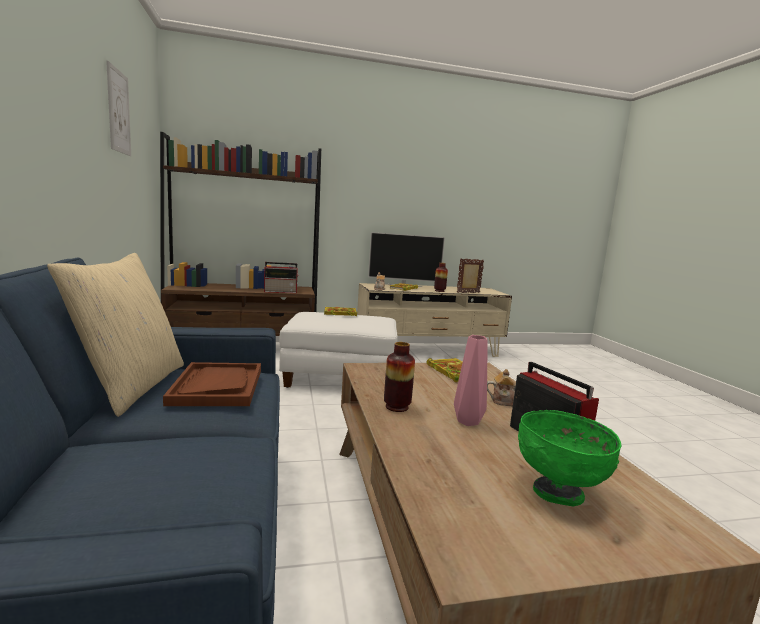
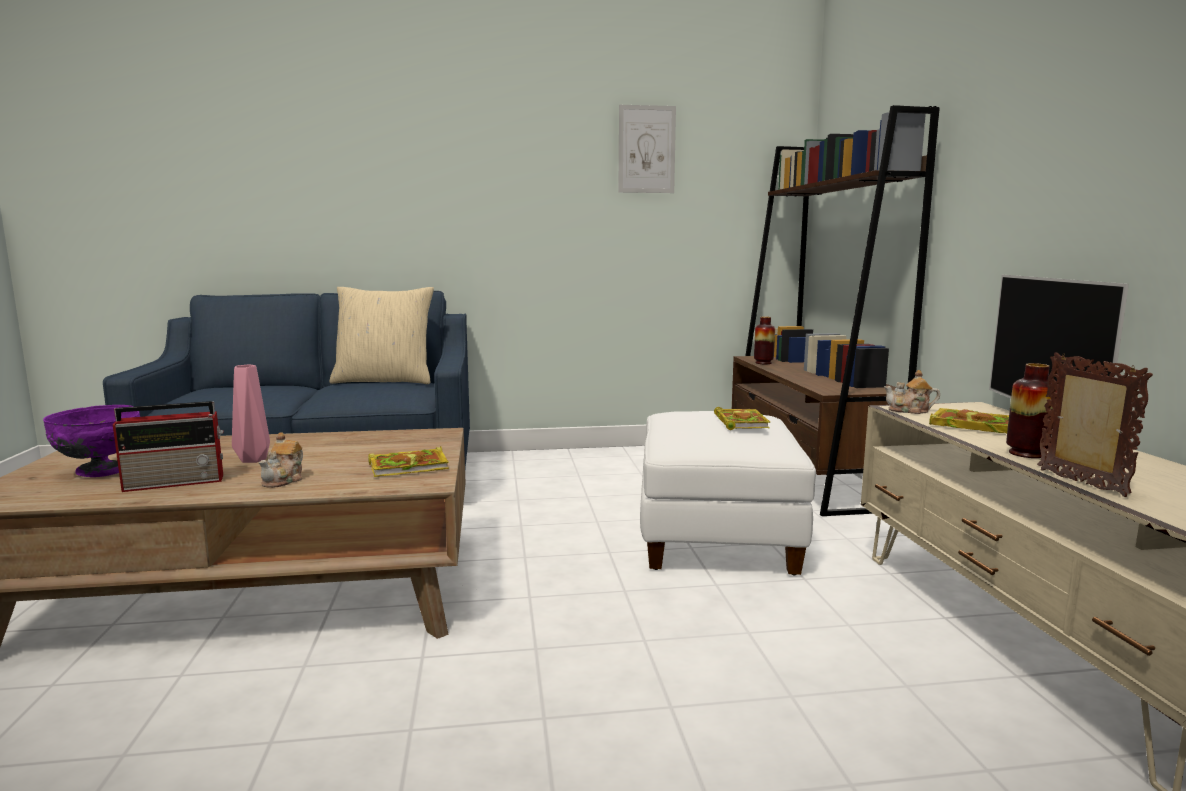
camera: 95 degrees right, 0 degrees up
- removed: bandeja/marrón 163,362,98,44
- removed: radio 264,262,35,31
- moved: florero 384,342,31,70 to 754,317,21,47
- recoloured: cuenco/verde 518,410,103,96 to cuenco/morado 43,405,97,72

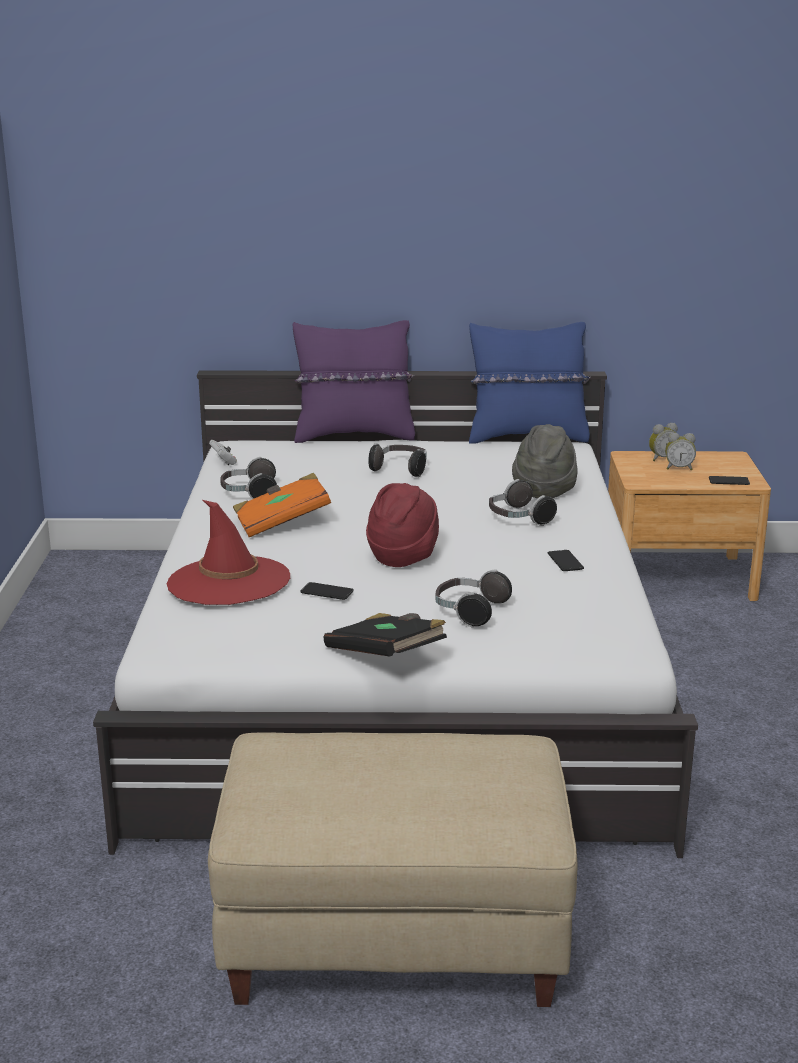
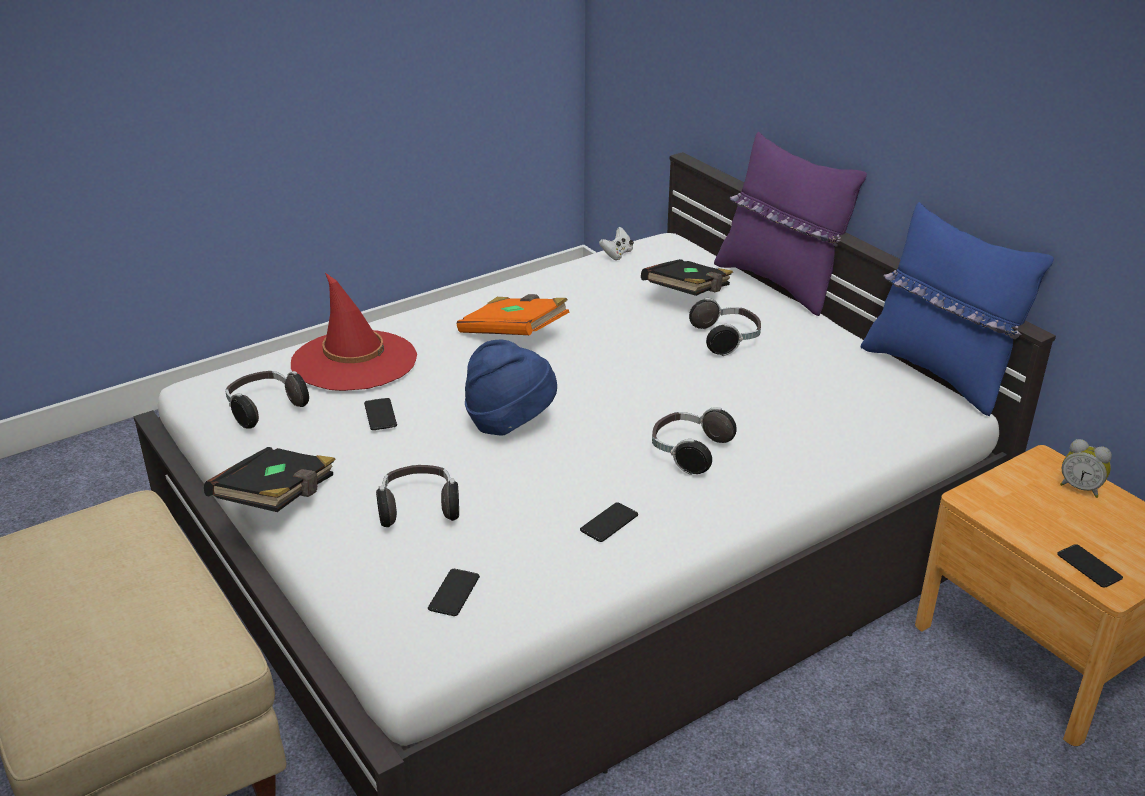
camera: 55 degrees right, 10 degrees up
- moved: auriculares 220,457,57,42 to 225,371,84,58
- recoloured: sombrero/rojo 366,483,73,84 to sombrero/azul 465,340,92,96
- removed: sombrero/gris 512,424,66,74
- removed: despertador 665,433,31,37
- added: móvil 428,569,52,47
- added: libro/negro 641,259,92,37

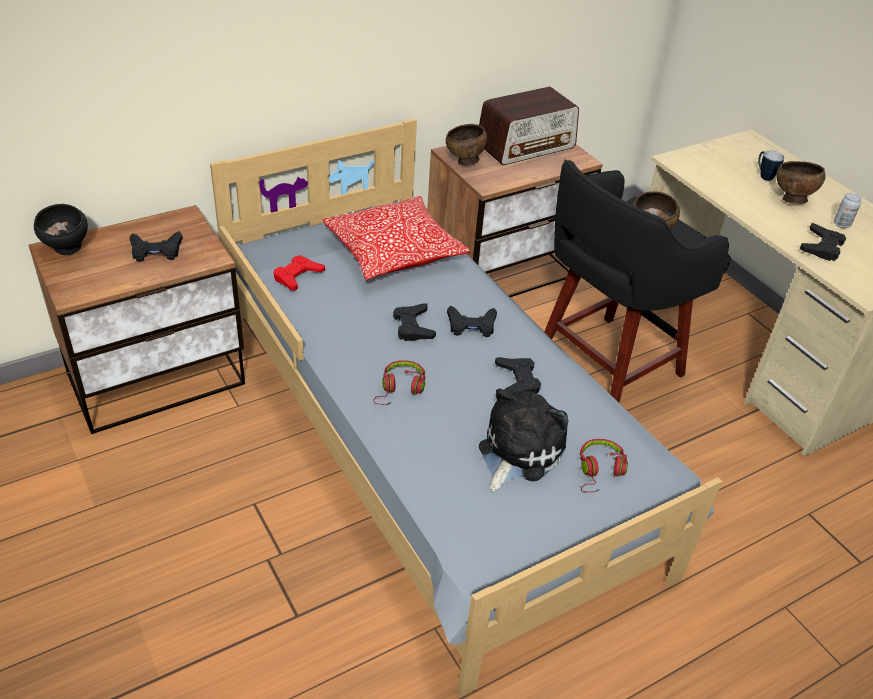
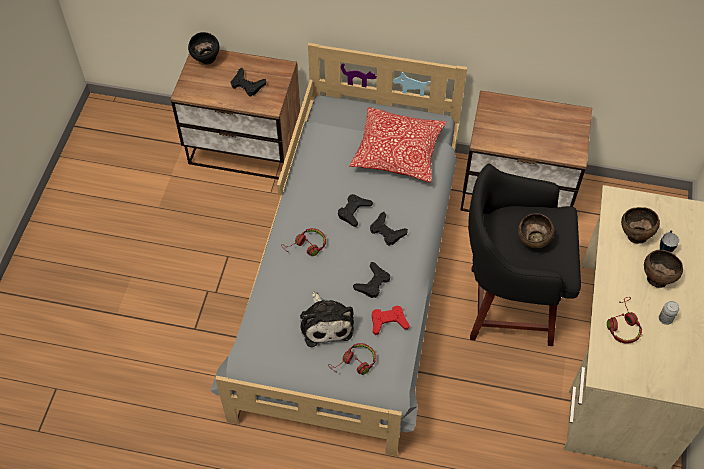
camera: 45 degrees right, 15 degrees up
- moved: mando de consola/rojo 273,255,52,35 to 372,306,37,29
- moved: cuenco/marrón 446,124,41,42 to 621,207,39,37
- removed: radio 479,87,100,78
- turned: peluche 479,388,89,104 = 300,292,54,55 90 degrees clockwise
- replaced: mando de consola/negro 800,223,46,38 to auriculares/rojo 607,297,35,47

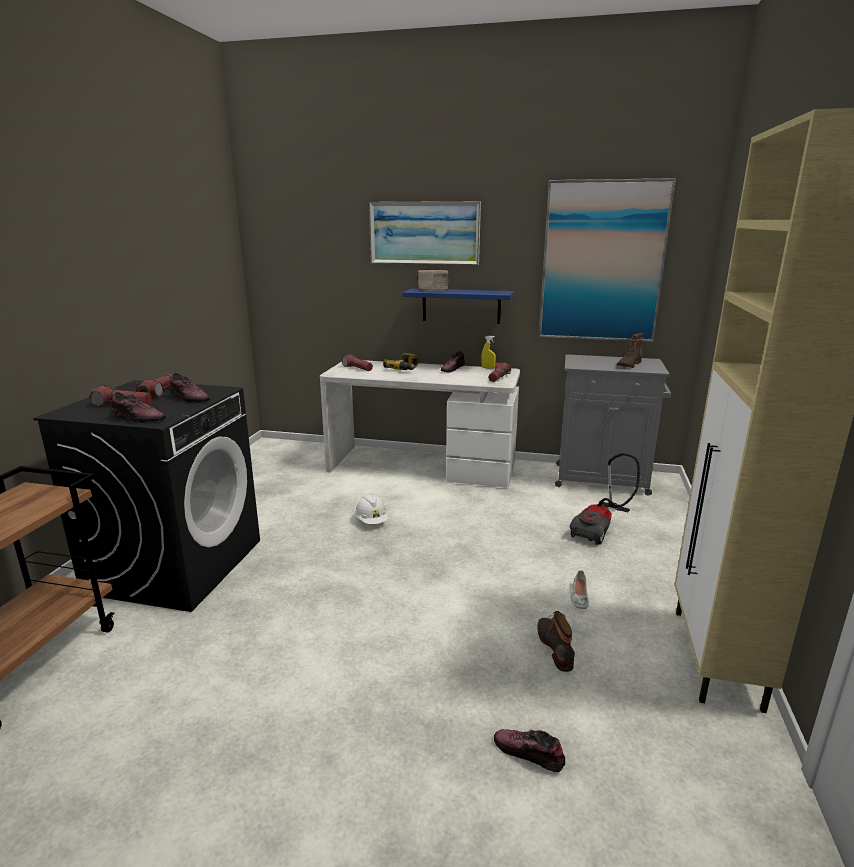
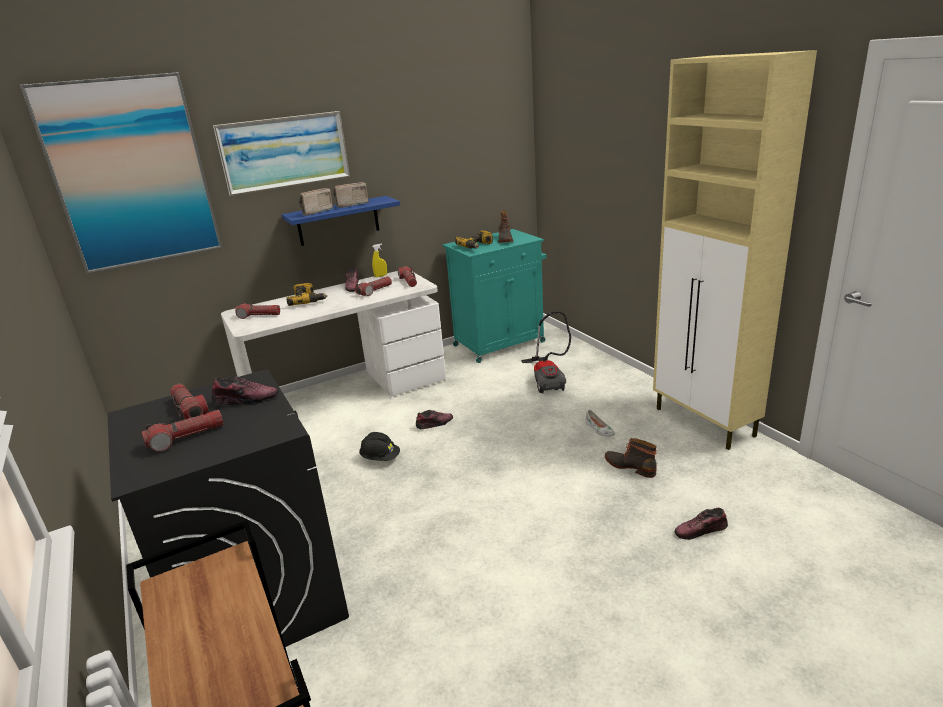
camera: 40 degrees left, 5 degrees up
- moved: zapato 110,392,56,31 to 415,410,38,20
- recoloured: casco/blanco 355,494,33,30 to casco/negro 359,432,41,29
- moved: cuadro 539,178,137,164 to 20,72,203,202
- recoloured: armario/gris 555,354,116,142 to armario/turquesa 443,229,103,134
- added: radio 334,182,36,26
- added: linterna 355,276,37,20
- added: taladro 455,230,38,19

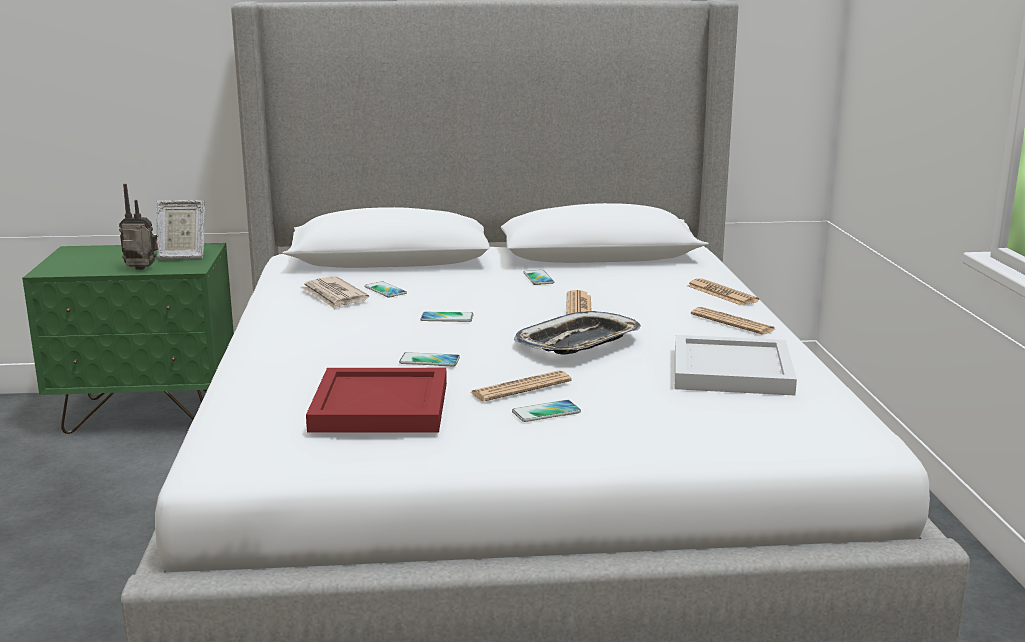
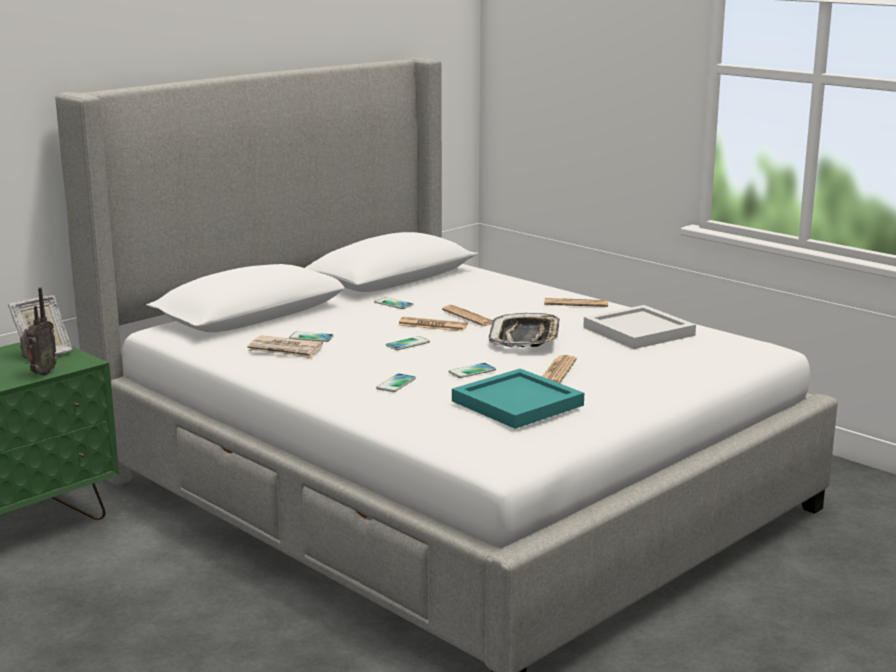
camera: 40 degrees left, 0 degrees up
- turned: radio 119,184,39,86 = 20,288,37,87 150 degrees clockwise
- recoloured: bandeja/rojo 306,368,141,65 to bandeja/turquesa 452,369,132,60
- moved: móvil 512,400,69,22 to 376,373,40,19
- moved: periódico 687,278,72,27 to 398,317,70,14

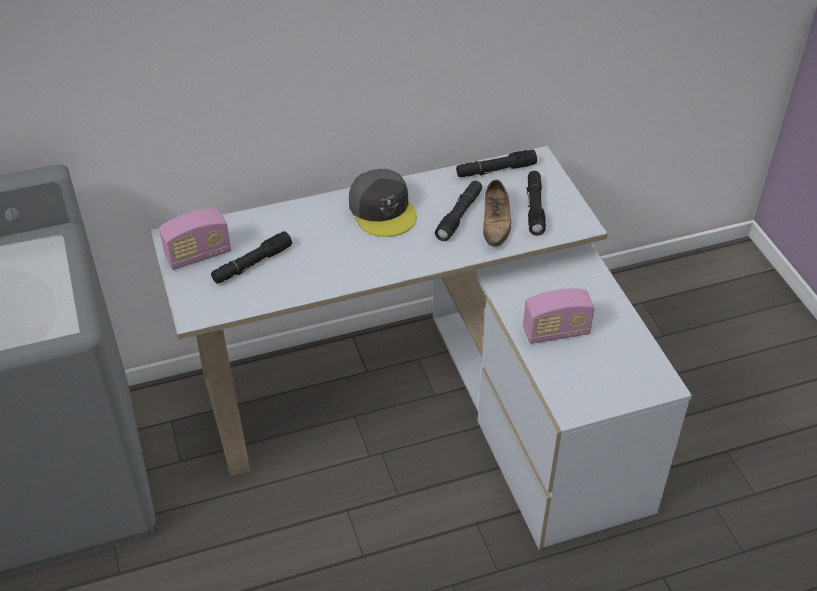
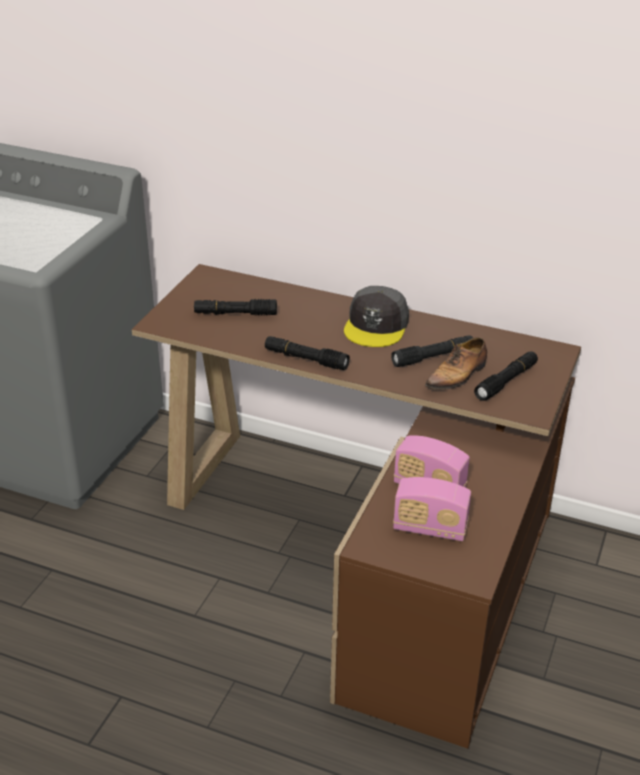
camera: 40 degrees right, 10 degrees down
- recoloured: escritorio/blanco 151,146,541,404 to escritorio/marrón 132,264,449,485
- moved: radio 159,209,72,61 to 393,477,78,64
- moved: linterna/negro 456,150,81,27 to 265,336,85,34

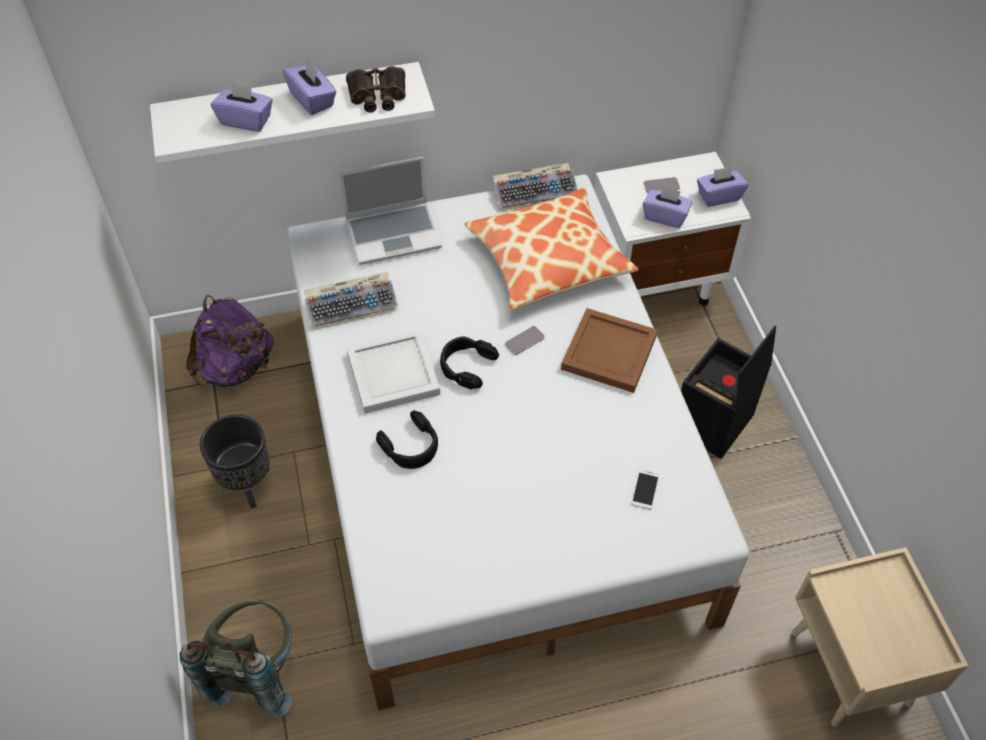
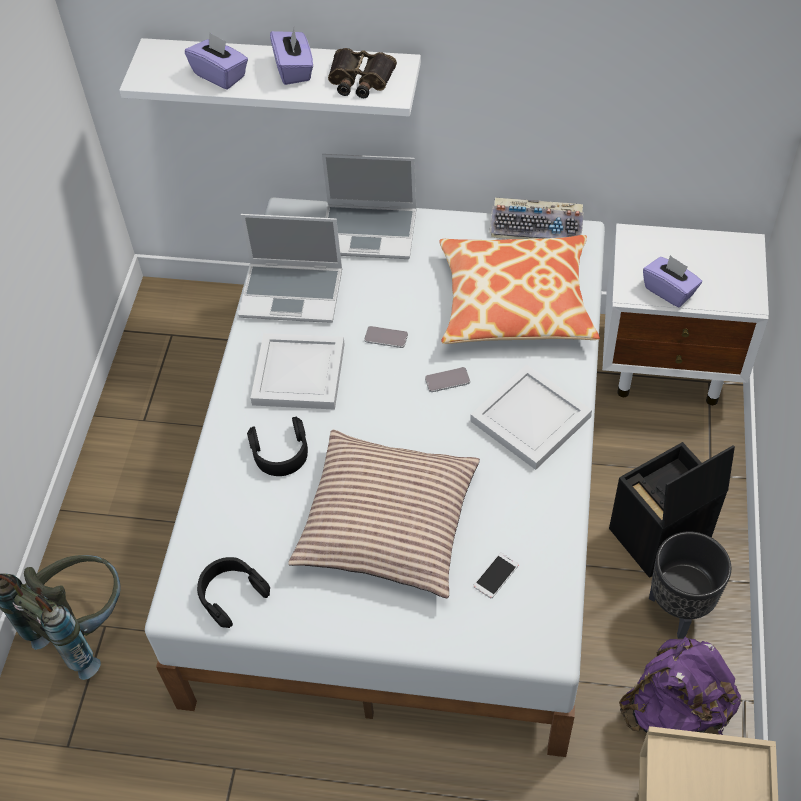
camera: 25 degrees right, 0 degrees up
- moved: mochila/morado 186,295,88,92 to 619,637,122,98
- moved: maceta/negro 200,414,70,95 to 649,531,82,108
- replaced: teclado 304,272,94,58 to portátil 238,214,104,109
- moved: auriculares/negro 440,336,59,54 to 197,557,73,71
- recoloured: bandeja/marrón 561,308,97,85 to bandeja/blanco 470,364,122,106
- moved: móvil 644,177,36,16 to 364,326,44,22
- removed: caja de pañuelos/morado 697,167,51,40
- added: cojín 288,430,192,168

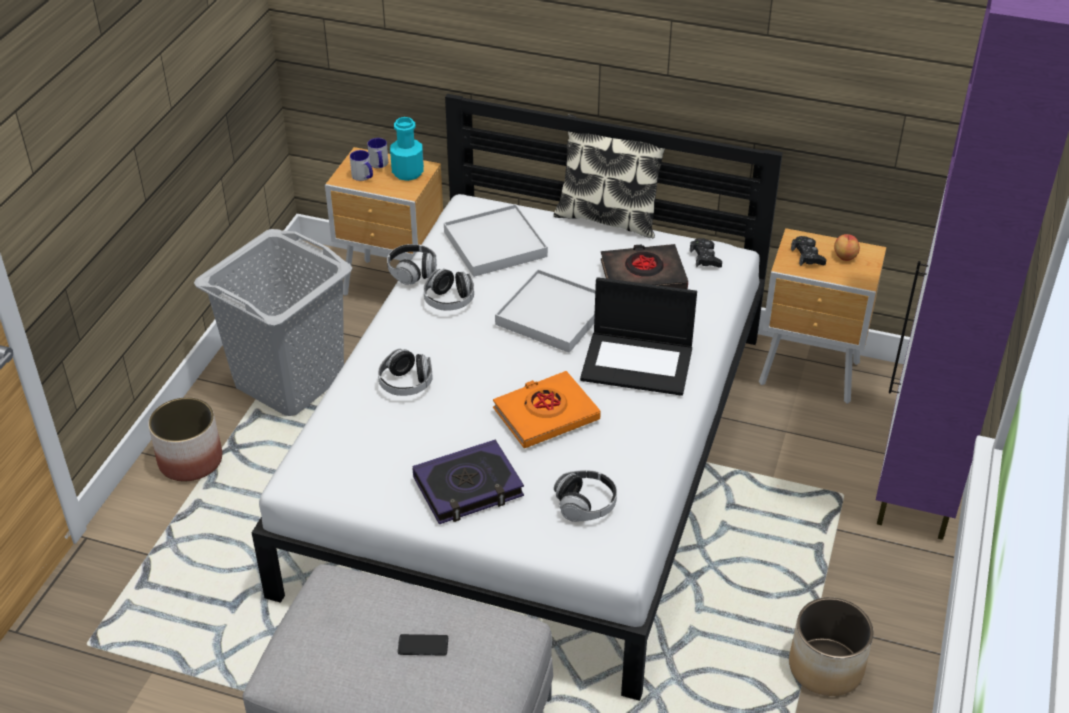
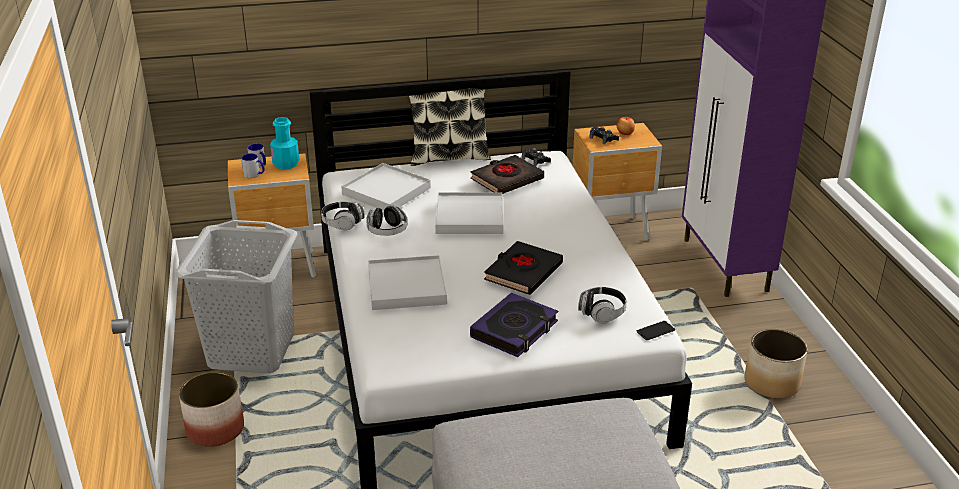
camera: 30 degrees left, 10 degrees down
- replaced: auriculares 378,349,55,47 to bandeja/blanco 368,255,79,55
- moved: móvil 398,634,50,22 to 637,321,38,19
- recoloured: libro/naranja 493,371,108,77 to libro/negro 484,241,79,54
- removed: portátil 580,277,117,119

